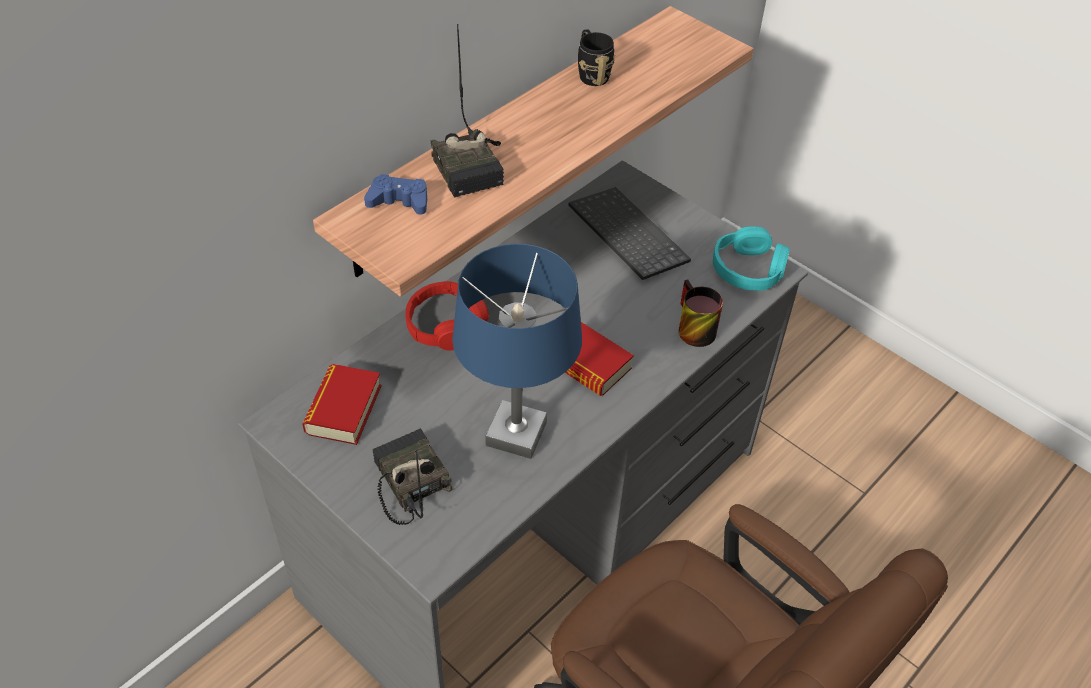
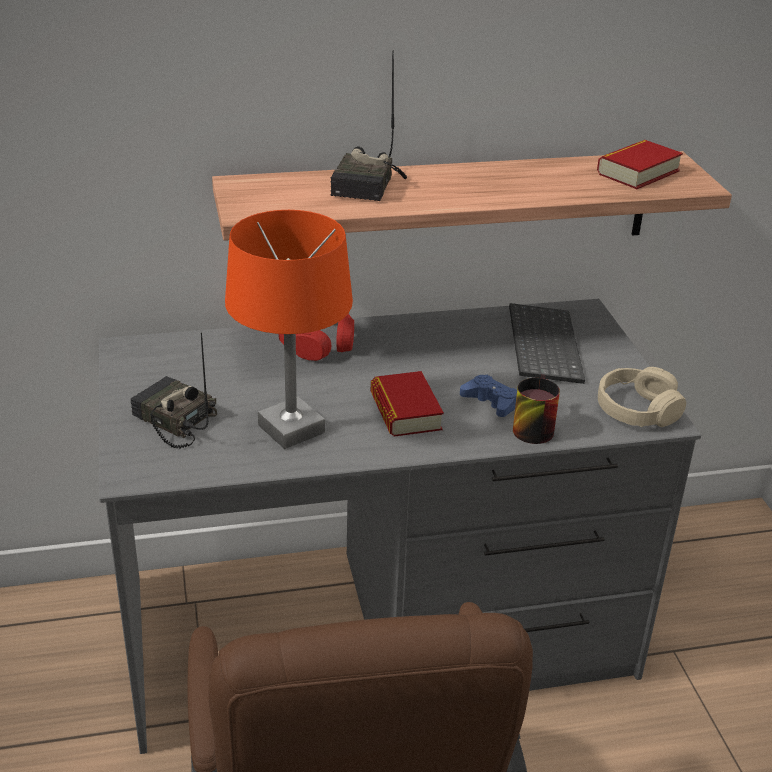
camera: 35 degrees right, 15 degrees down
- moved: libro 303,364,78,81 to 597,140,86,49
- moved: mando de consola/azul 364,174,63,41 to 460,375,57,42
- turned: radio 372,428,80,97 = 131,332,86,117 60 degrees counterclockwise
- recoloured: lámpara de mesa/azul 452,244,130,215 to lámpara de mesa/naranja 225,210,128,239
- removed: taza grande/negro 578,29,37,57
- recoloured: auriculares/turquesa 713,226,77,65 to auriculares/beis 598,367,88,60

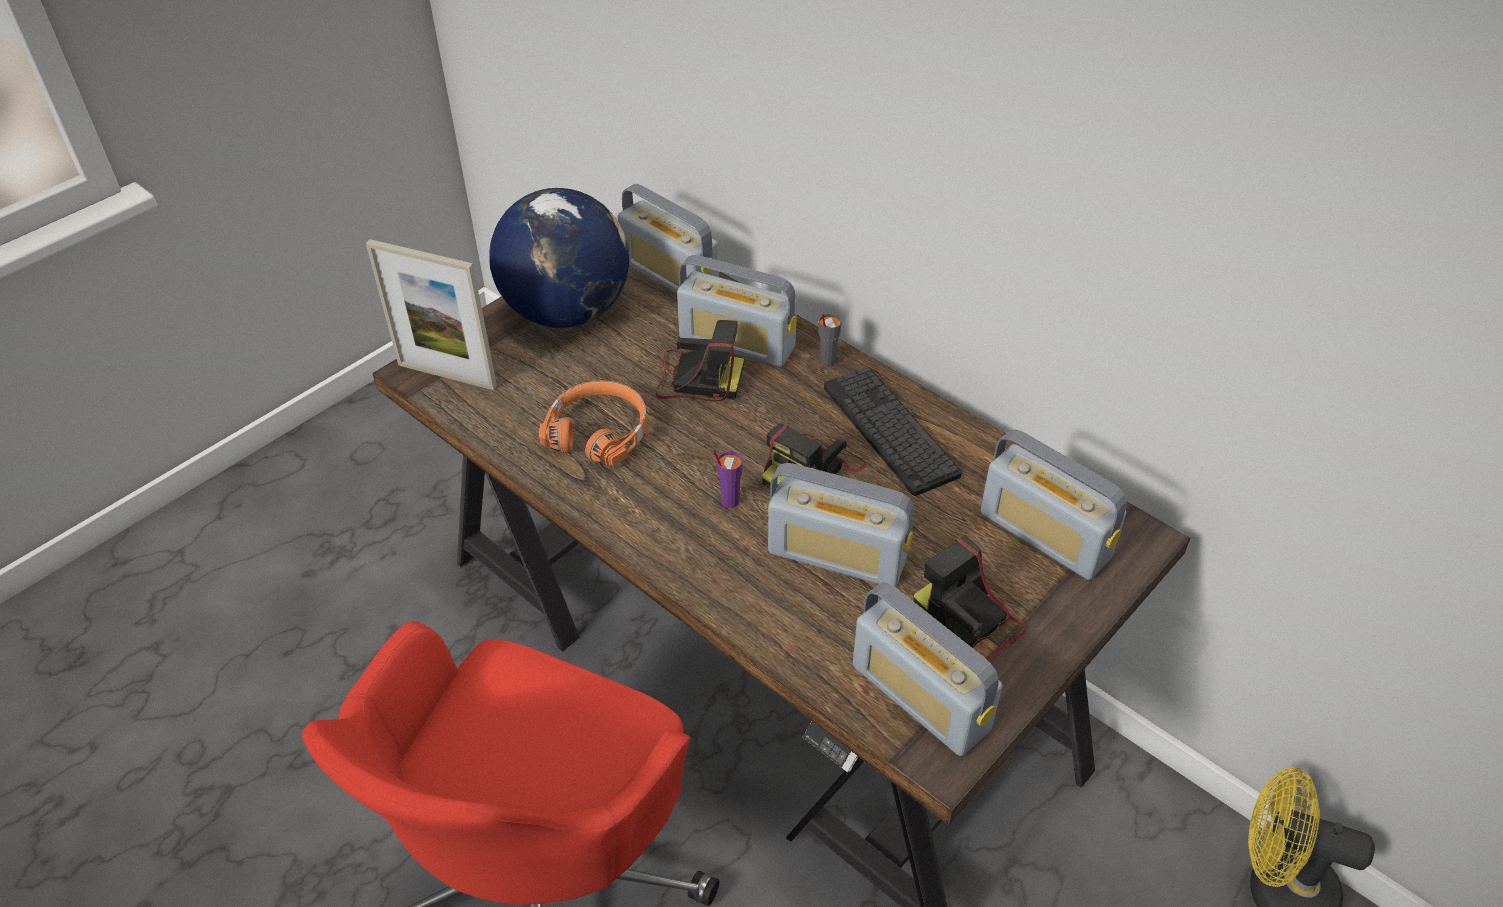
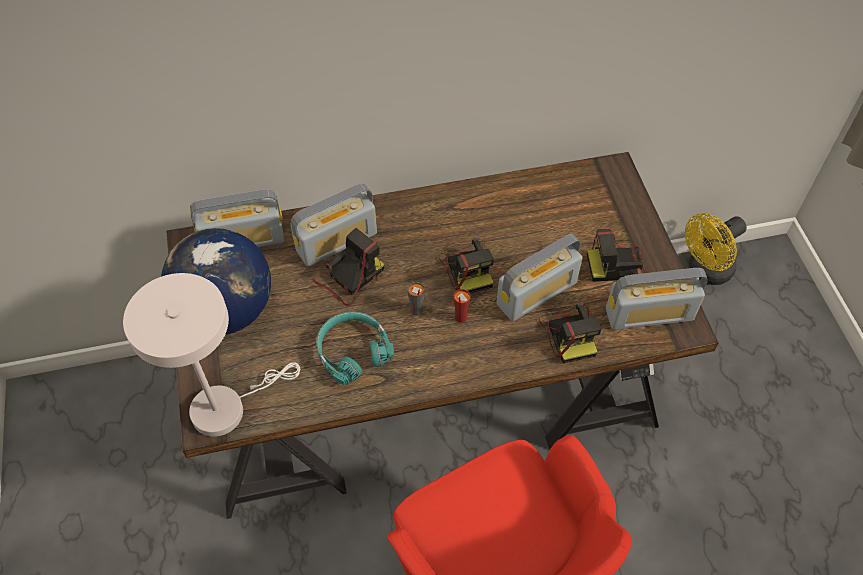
camera: 55 degrees left, 10 degrees up
- replaced: portarretratos 366,239,131,151 to lámpara de mesa/blanco 123,273,177,164
- recoloured: auriculares/naranja 539,381,108,86 to auriculares/turquesa 317,312,77,73
- recoloured: taza/morado 713,450,30,58 to taza/rojo 453,289,18,34
- moved: taza/gris 818,314,24,53 to 408,282,17,34
- removed: teclado 824,367,138,129
- removed: radio 981,429,146,151
- added: cámara 539,303,62,60

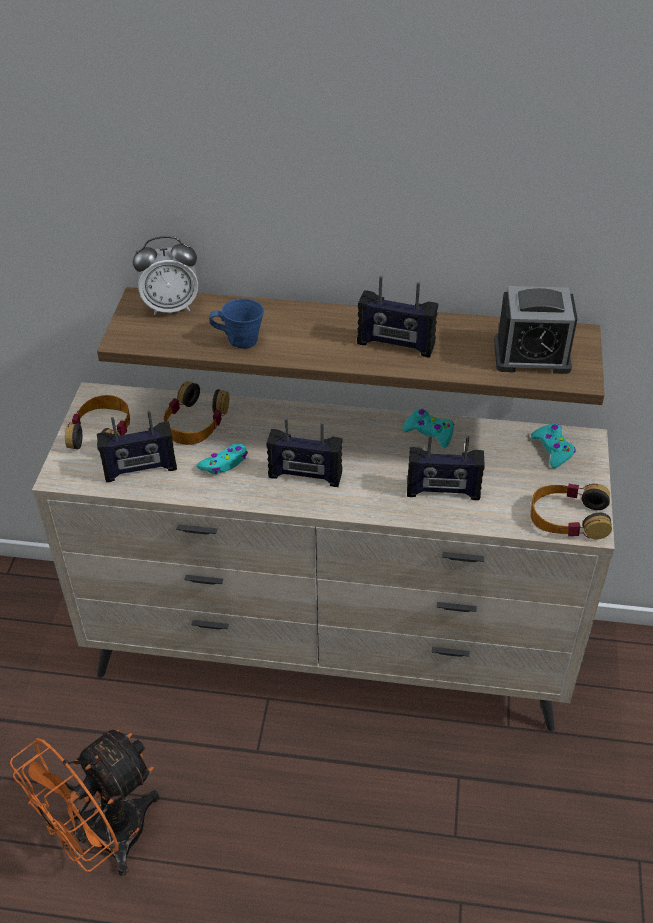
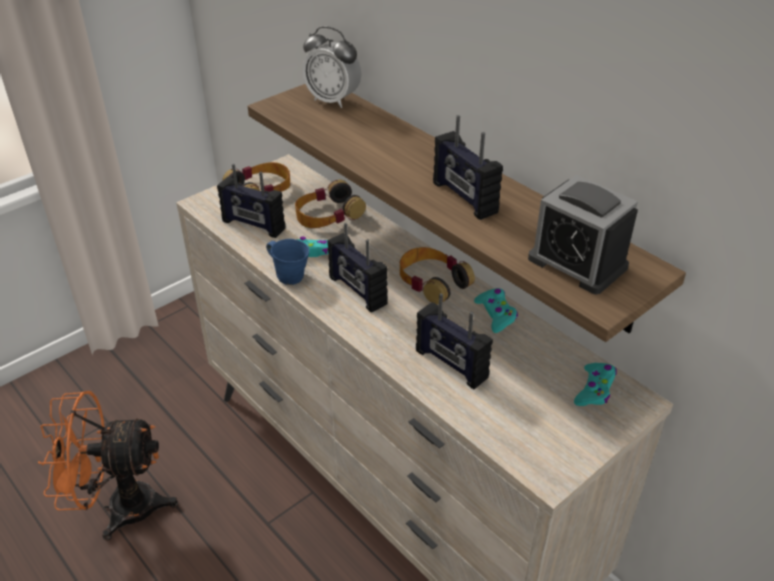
camera: 40 degrees right, 5 degrees down
- moved: taza grande/azul 209,299,55,50 to 266,239,43,46
- moved: auriculares 531,484,81,55 to 400,247,75,57

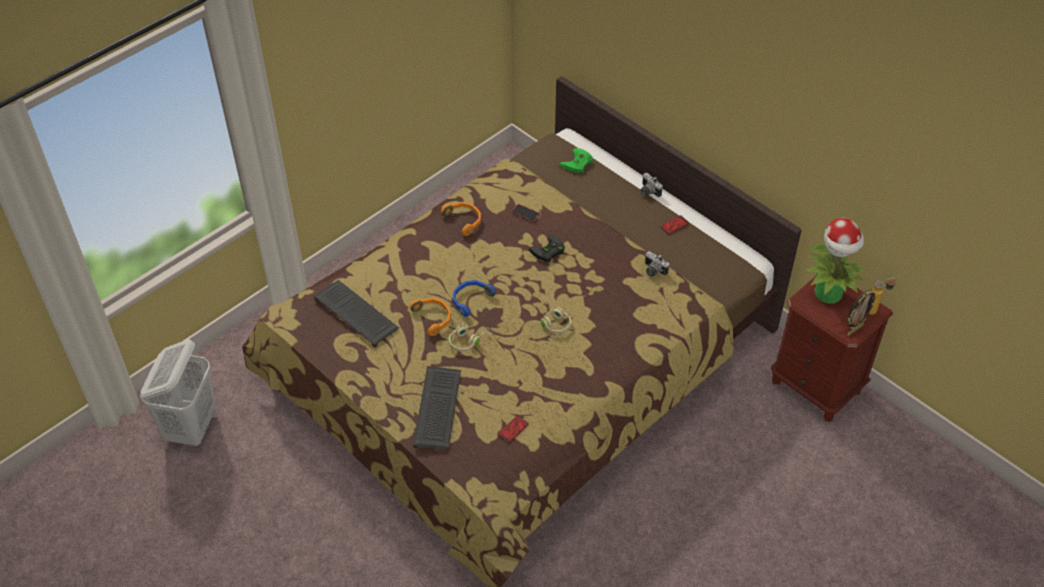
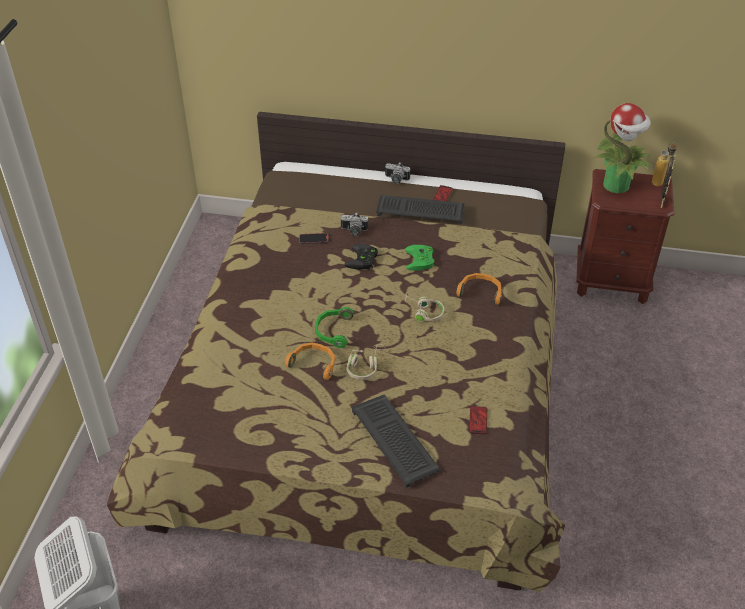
camera: 35 degrees left, 5 degrees down
- moved: teclado 314,280,85,68 to 376,195,89,29
- moved: auriculares/naranja 441,202,40,34 to 456,273,46,32
- recoloured: auriculares/azul 452,280,44,37 to auriculares/verde 315,307,39,41
- moved: mando de consola/verde 560,148,33,25 to 405,245,29,26
- moved: cámara 645,251,24,26 to 341,212,27,24

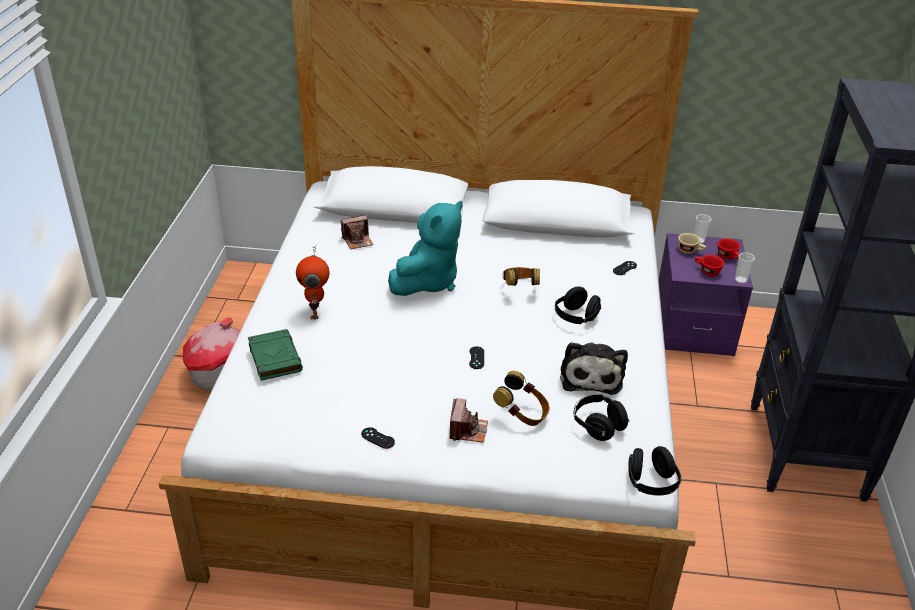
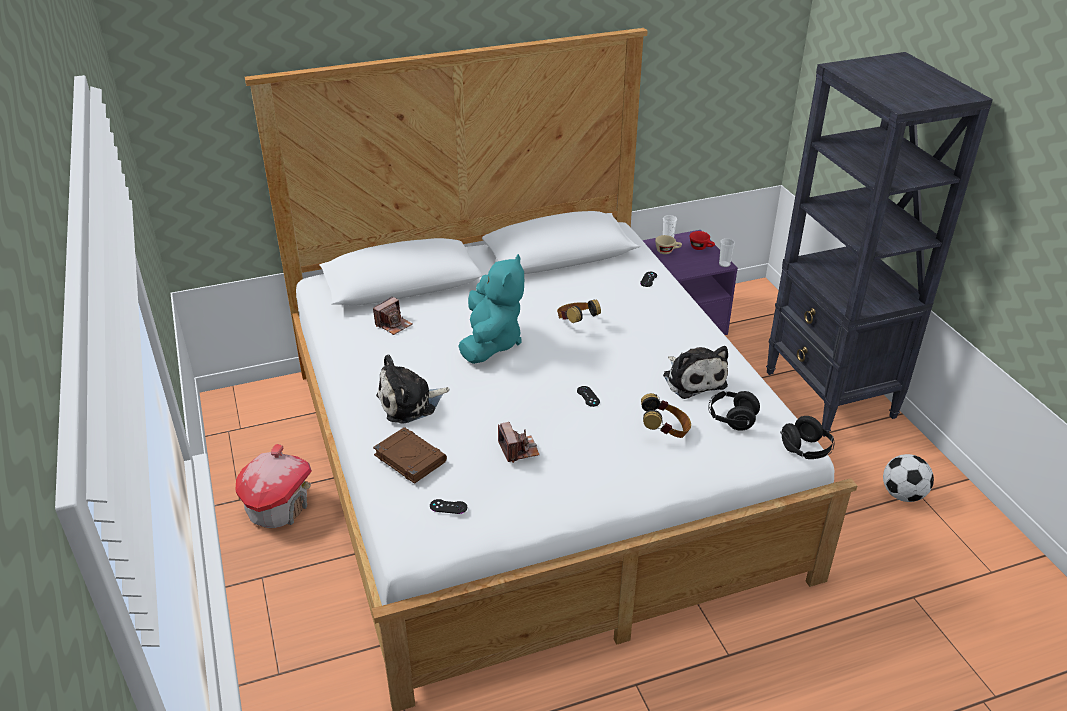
camera: 25 degrees left, 0 degrees up
- recoloured: libro/verde 248,329,55,52 to libro/marrón 373,427,74,57
- replaced: robot de juguete 296,246,34,74 to peluche 376,355,74,69
- moved: mando de consola/negro 361,427,34,22 to 430,499,37,15
- moved: cámara 449,398,39,45 to 498,422,42,41
- removed: auriculares/negro 555,287,46,37
- removed: taza/rojo 695,255,29,22
- added: balón de fútbol 883,454,51,48

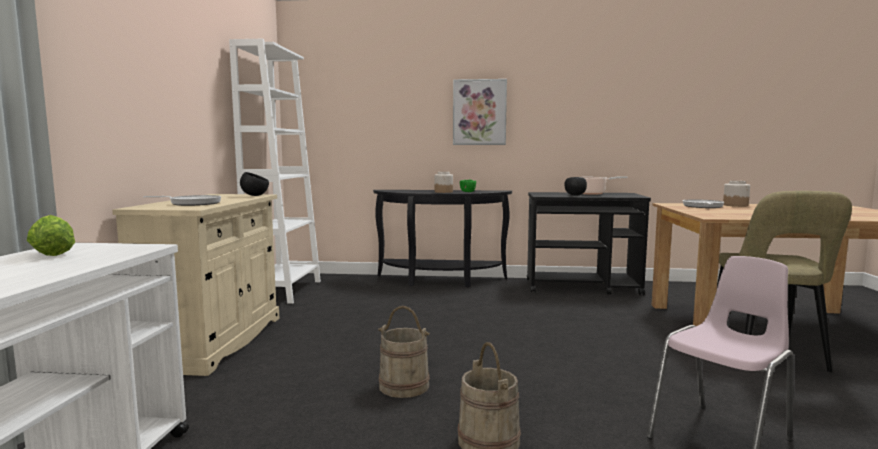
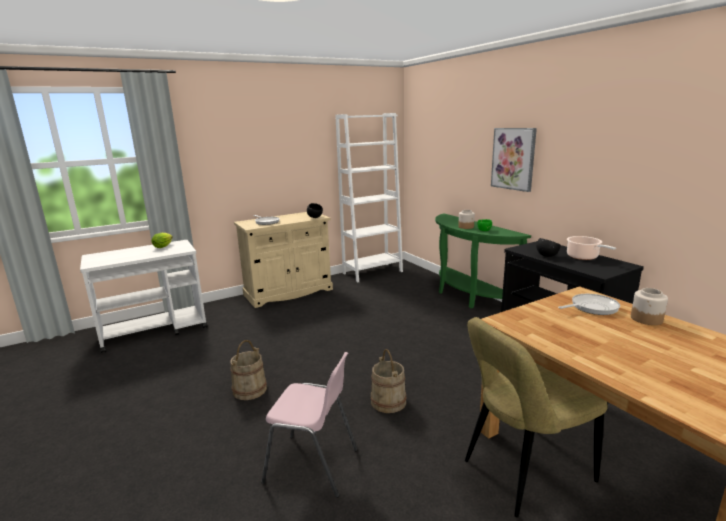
camera: 55 degrees right, 10 degrees up
- recoloured: mesa consola/negro 373,190,139,97 to mesa consola/verde 435,213,96,95
- moved: cubo/beis 378,306,52,92 to 371,349,36,64

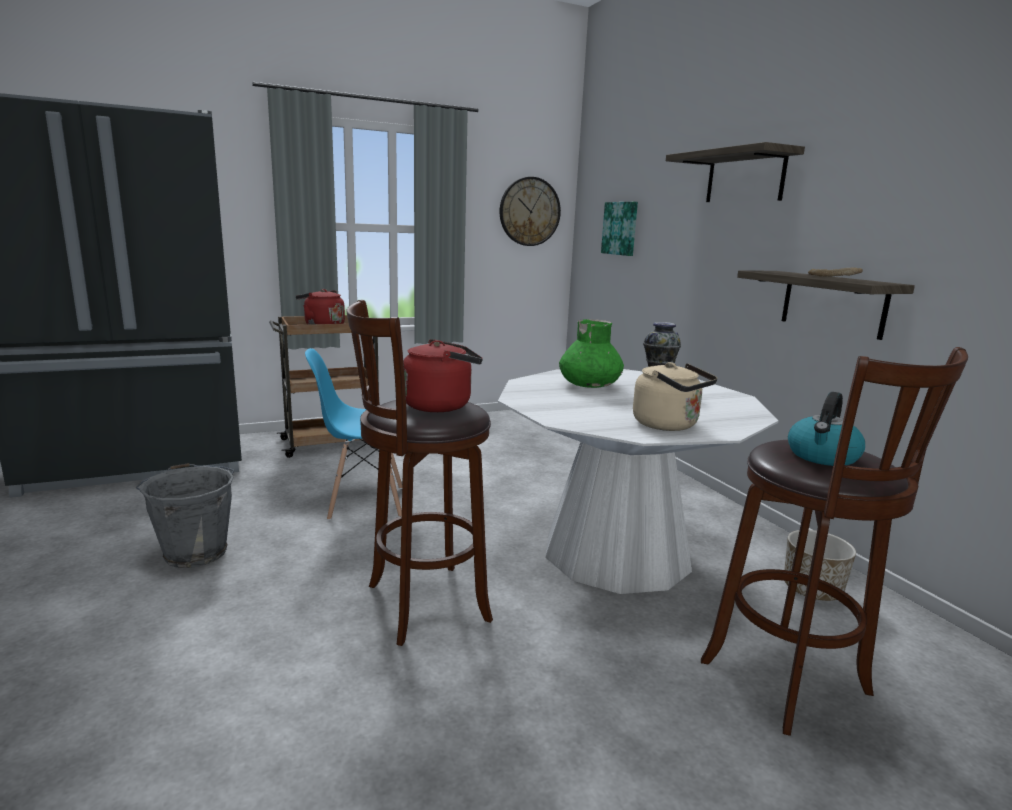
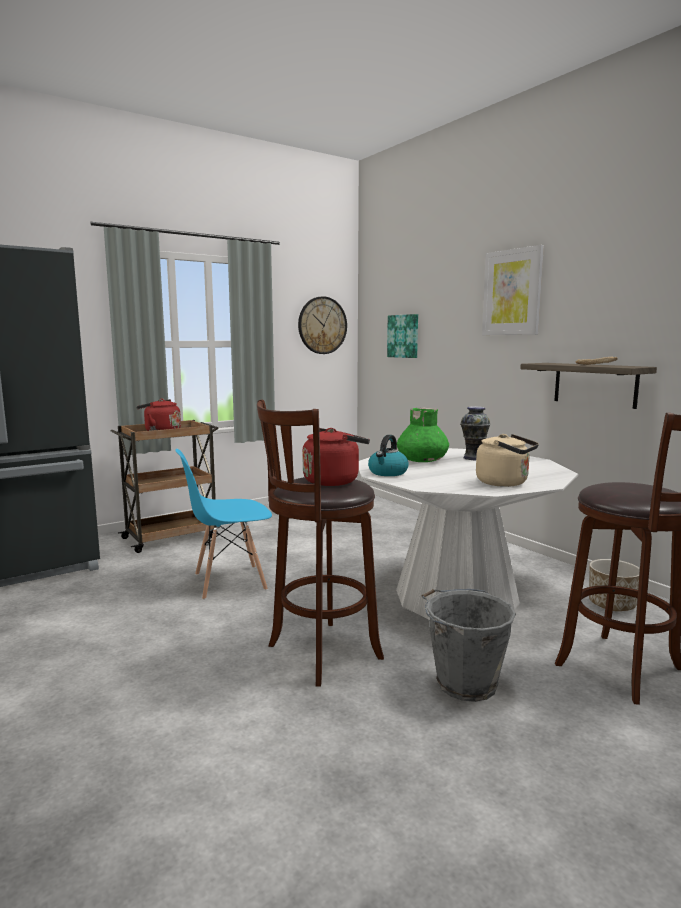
camera: 10 degrees left, 5 degrees down
- moved: cubo/gris 136,463,98,105 to 422,589,94,113
- replaced: estante 666,142,139,60 to cuadro 482,245,62,90
- moved: hervidor 788,392,77,74 to 368,435,41,41

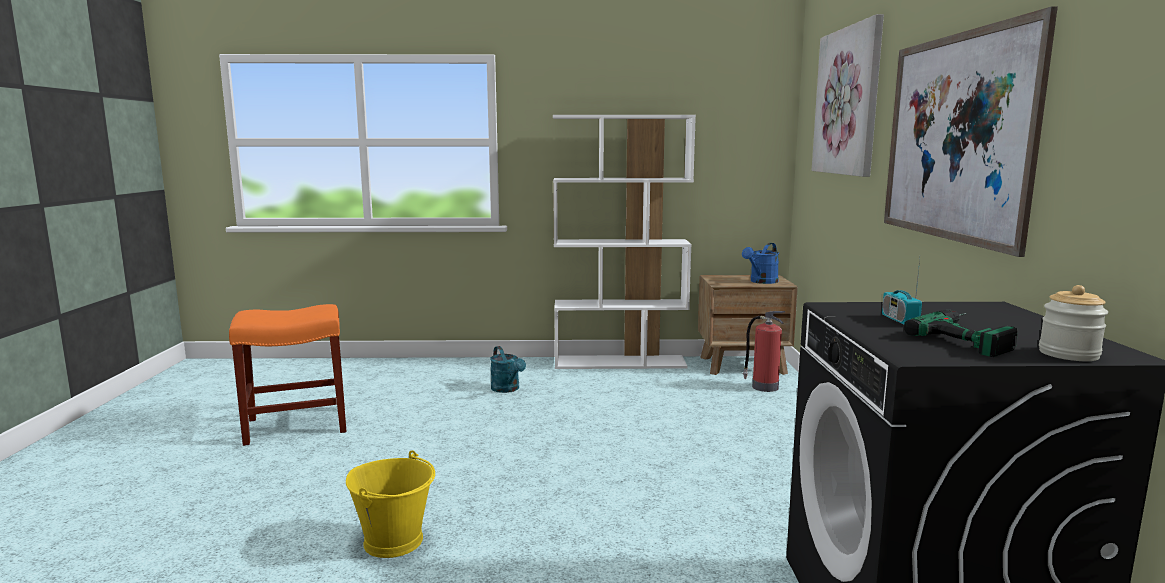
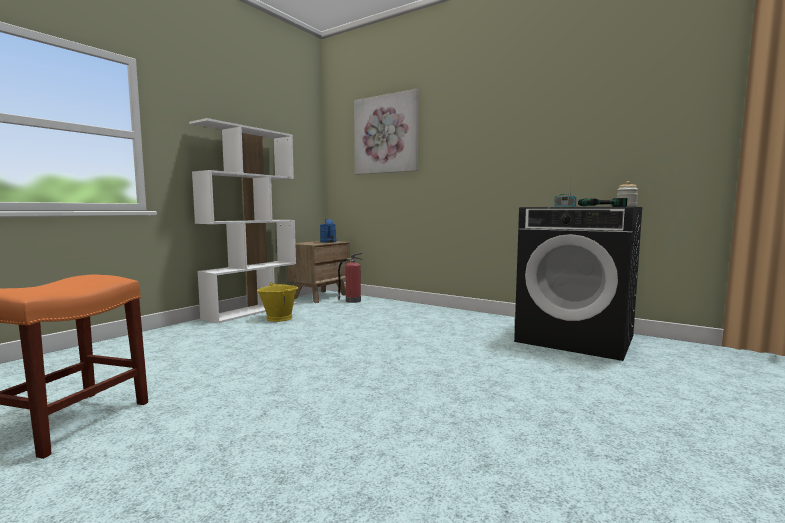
camera: 55 degrees left, 5 degrees down
- moved: cubo/amarillo 346,450,89,108 to 257,282,41,40
- removed: regadera/turquesa 490,346,36,47
- removed: cuadro 884,6,174,251

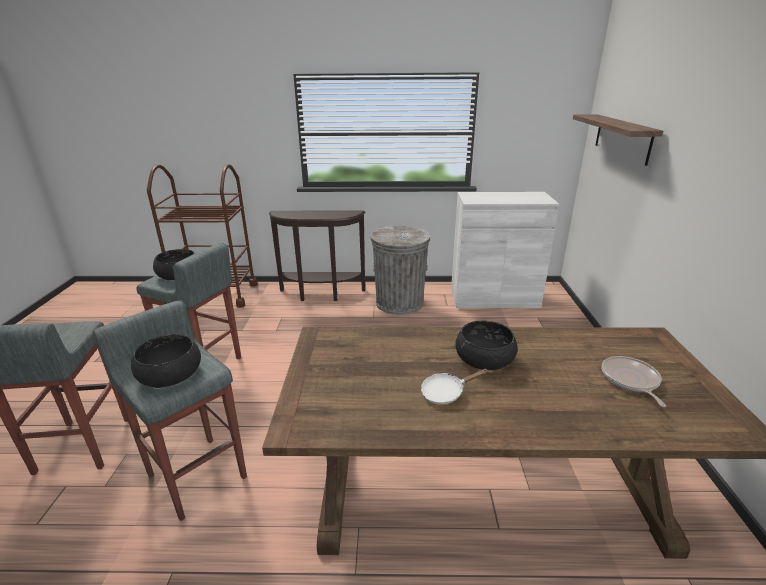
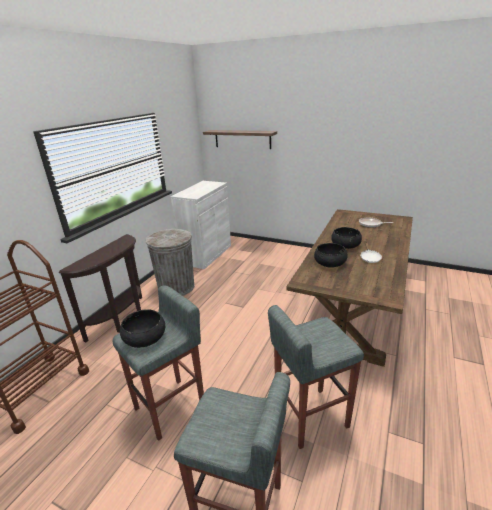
camera: 65 degrees left, 0 degrees up
- moved: cuenco/negro 131,334,70,54 to 314,243,33,25

